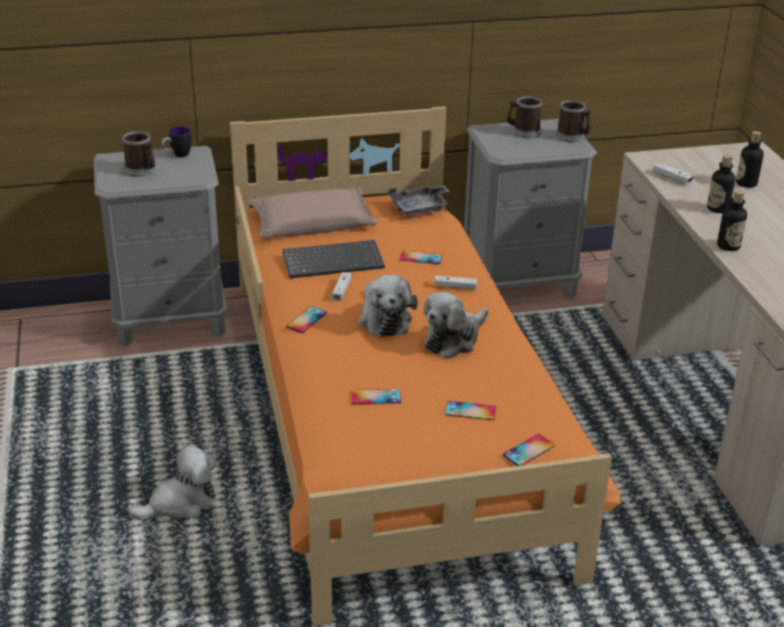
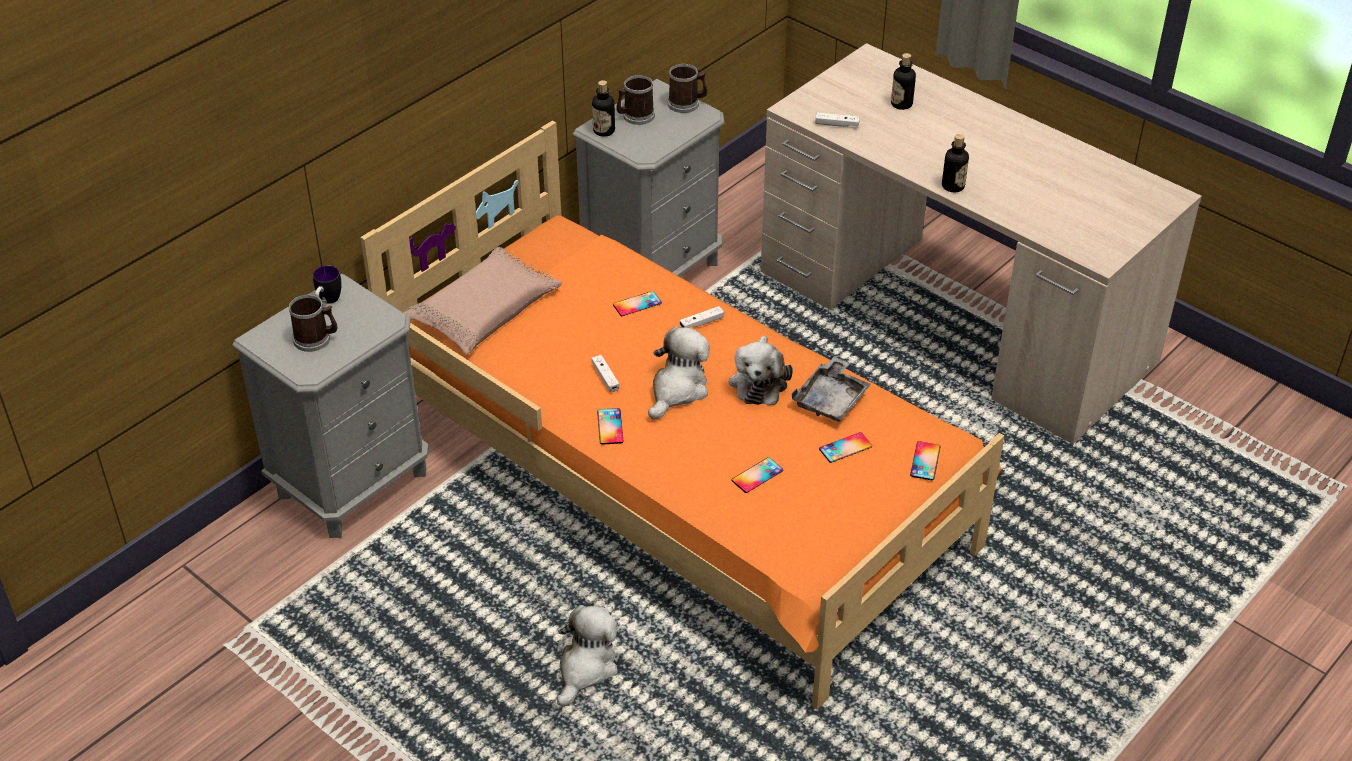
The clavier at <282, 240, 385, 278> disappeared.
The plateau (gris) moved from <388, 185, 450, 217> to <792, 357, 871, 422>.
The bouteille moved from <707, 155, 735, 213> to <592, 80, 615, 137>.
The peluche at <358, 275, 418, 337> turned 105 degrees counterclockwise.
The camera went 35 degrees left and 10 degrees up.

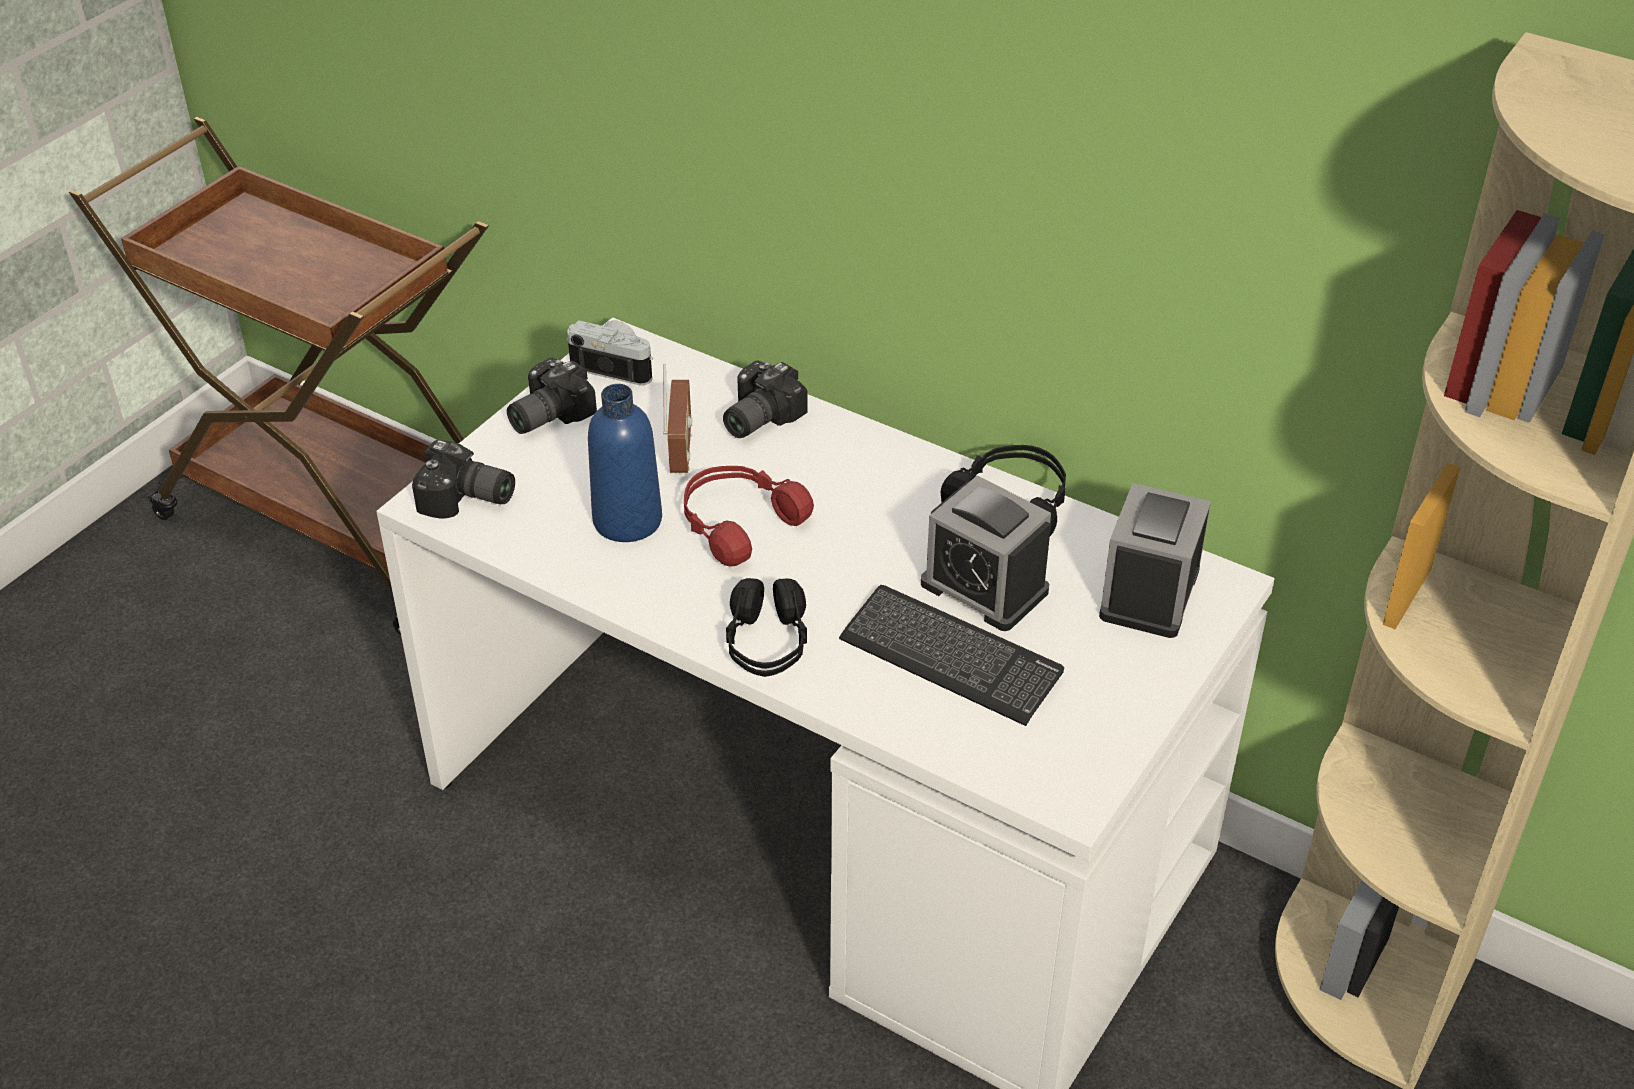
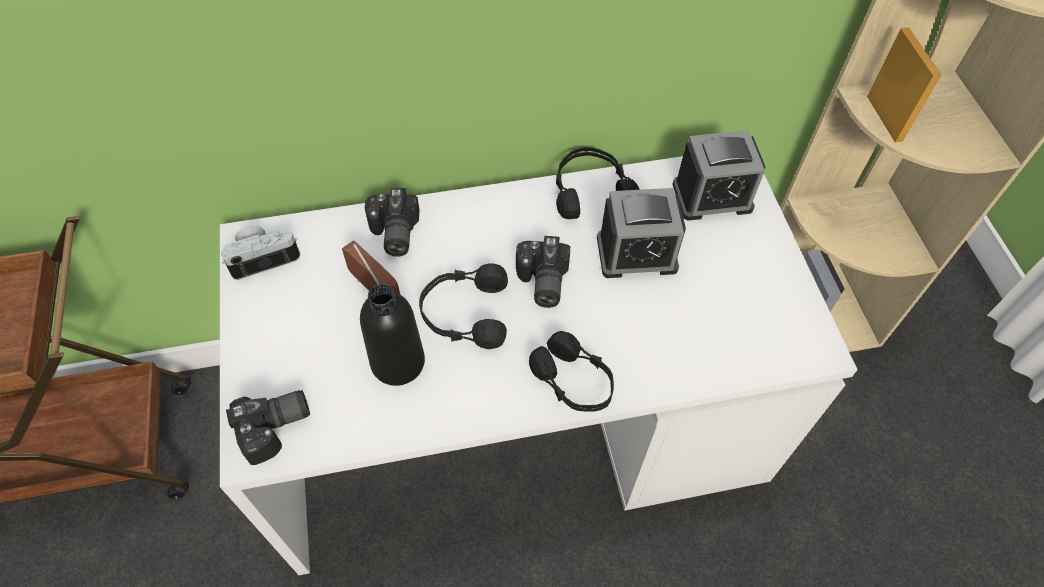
The clavier at <839, 585, 1064, 726> disappeared.
The appareil photo moved from <507, 358, 597, 434> to <516, 236, 570, 308>.
The bouteille (bleu) at <588, 384, 662, 542> became the bouteille (noir) at <360, 284, 425, 386>.
The casque audio (rouge) at <684, 466, 814, 566> became the casque audio (noir) at <419, 264, 508, 349>.
The réveil at <1099, 483, 1211, 638> turned 75 degrees counterclockwise.
The camera went 45 degrees left and 15 degrees up.

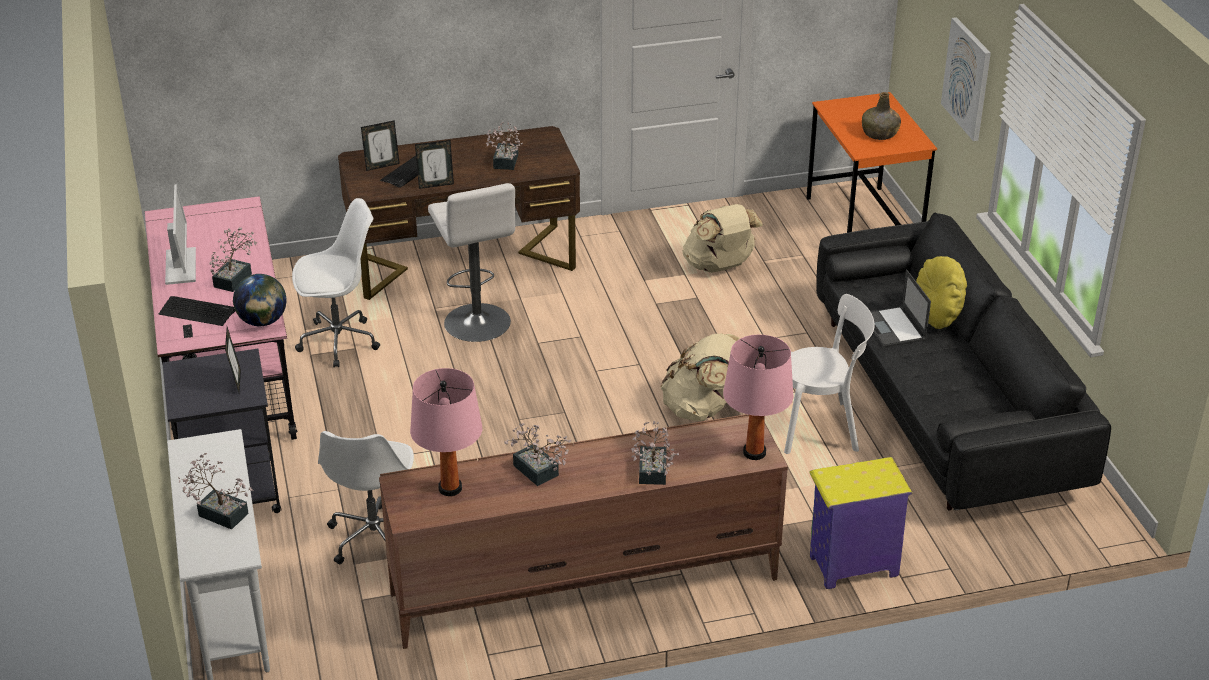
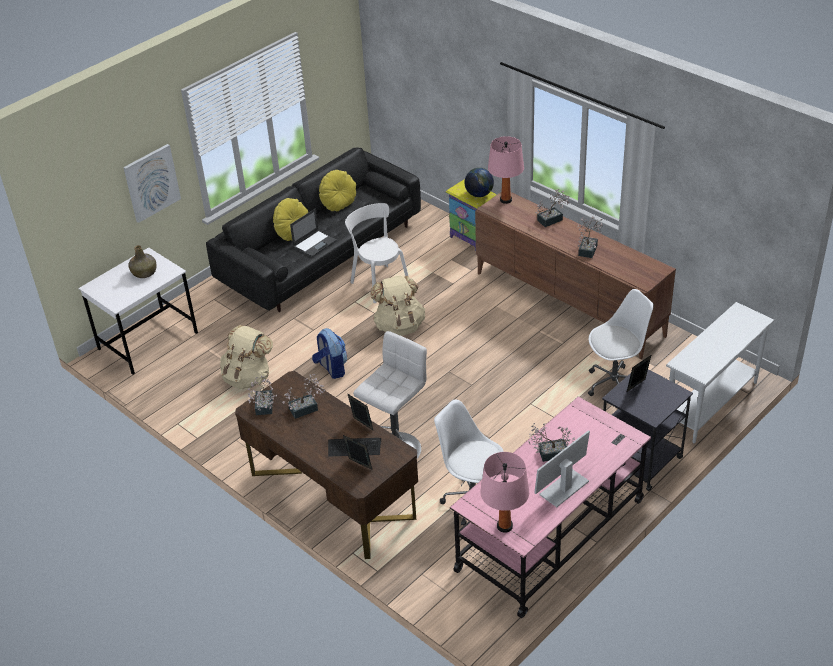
The clavier at <159, 296, 235, 326> disappeared.
The sac à dos at <312, 328, 347, 379> appeared.
The coussin (jaune) at <319, 170, 356, 211> appeared.
The plante en pot moved from <178, 453, 254, 530> to <248, 376, 277, 415>.
The globe moved from <233, 274, 287, 326> to <464, 168, 494, 197>.
The lampe de table (rose) moved from <410, 368, 482, 496> to <480, 452, 529, 533>.
The bureau (orange) at <806, 92, 937, 233> became the bureau (blanc) at <79, 247, 198, 375>.
The camera went 120 degrees left and 5 degrees up.

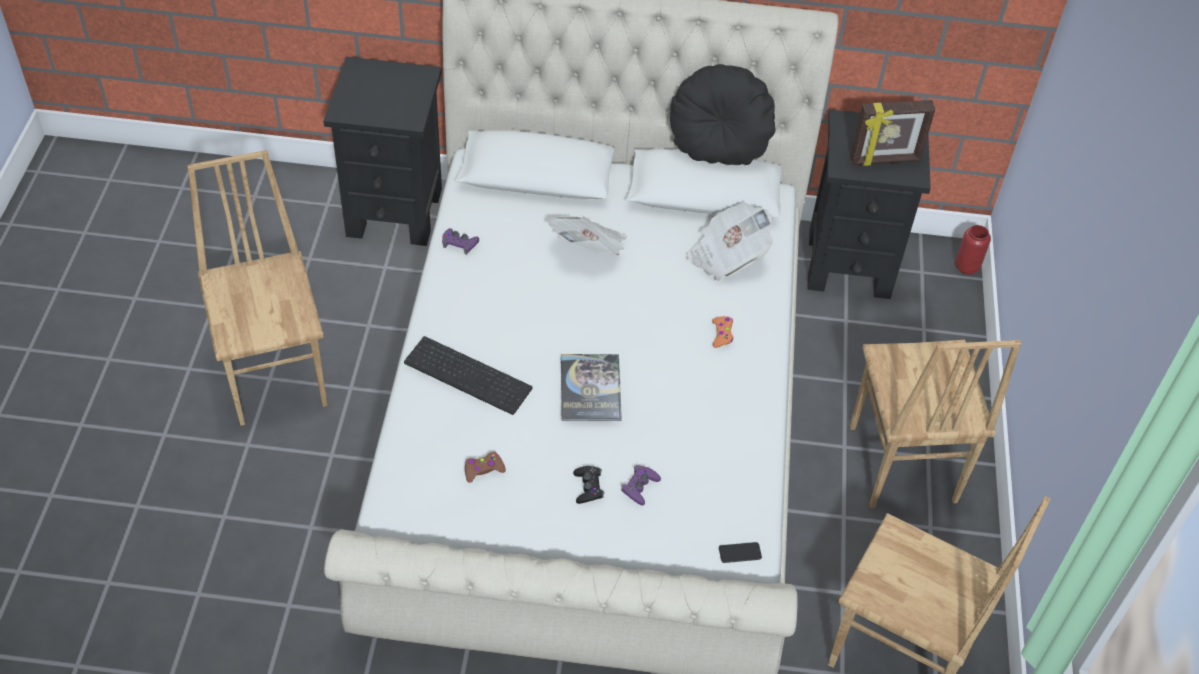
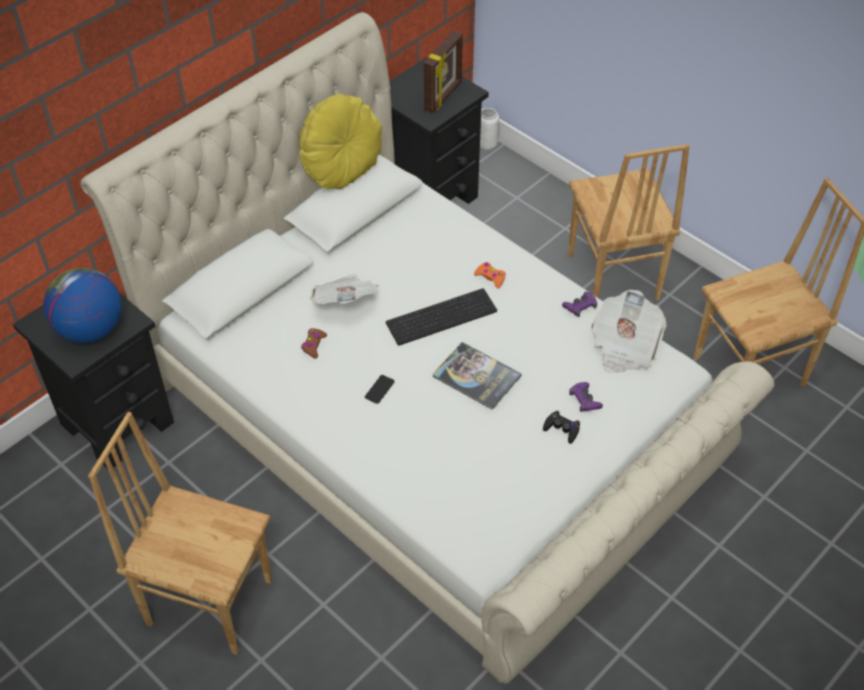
The globe at <43, 268, 122, 343> appeared.
The clavier moved from <404, 336, 533, 415> to <386, 288, 497, 346>.
The manette (violet) moved from <442, 228, 479, 255> to <562, 292, 597, 317>.
The manette (marron) moved from <465, 452, 506, 483> to <301, 328, 327, 359>.
The journal moved from <686, 202, 773, 281> to <592, 290, 667, 373>.
The téléphone moved from <719, 542, 762, 563> to <365, 375, 395, 404>.
The coussin (noir) at <670, 64, 776, 165> became the coussin (jaune) at <299, 94, 382, 189>.
The vase (rouge) at <955, 225, 991, 275> became the vase (blanc) at <480, 108, 499, 150>.
The chaise (marron) at <850, 340, 1021, 508> turned 45 degrees clockwise.
The camera went 50 degrees left and 0 degrees up.

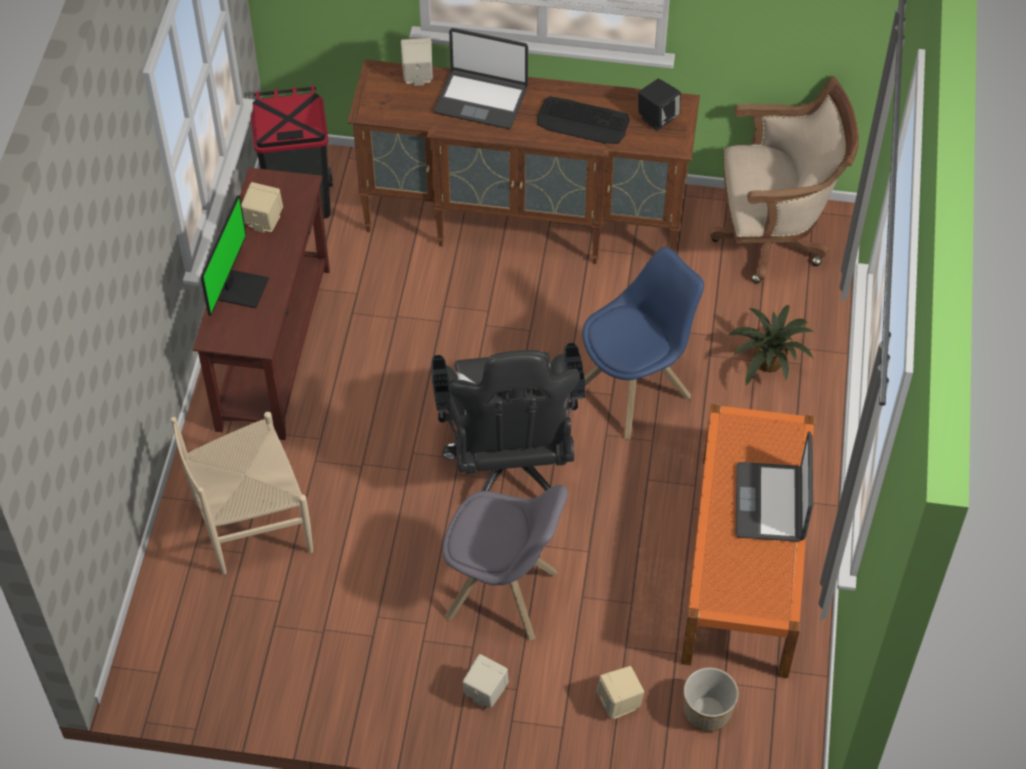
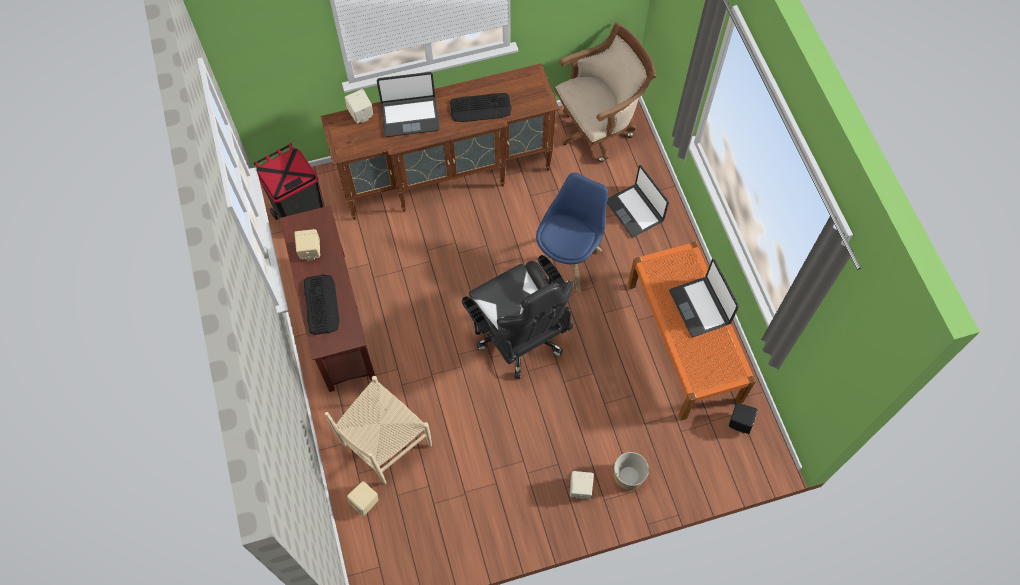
The chaise (gris) at <442, 485, 568, 641> disappeared.
The enceinte (beige) moved from <597, 666, 644, 719> to <347, 481, 378, 516>.
The enceinte (noir) moved from <638, 78, 681, 131> to <729, 403, 757, 434>.
The cache-pot moved from <684, 667, 738, 732> to <614, 452, 649, 490>.
The écran d'ordinateur at <201, 195, 269, 316> was replaced by the clavier at <304, 275, 340, 335>.
The plante en pot at <728, 305, 814, 386> was replaced by the ordinateur portable at <607, 165, 669, 238>.
The camera went 25 degrees left and 10 degrees up.

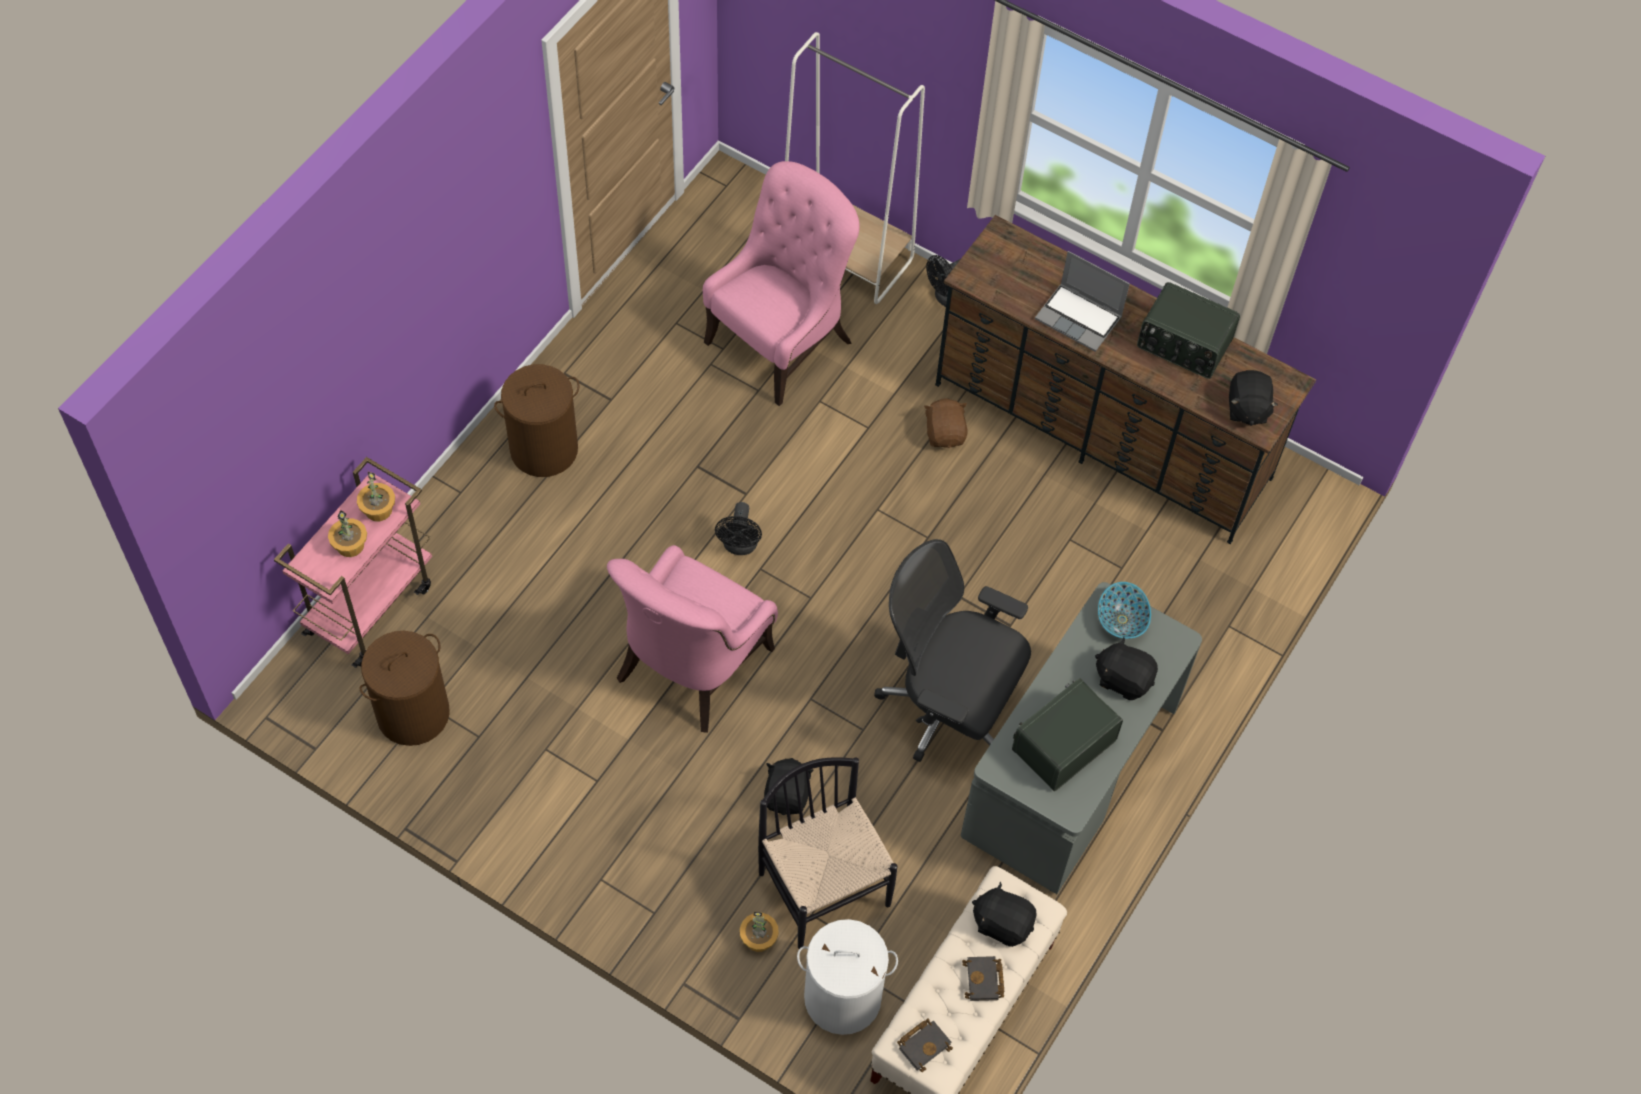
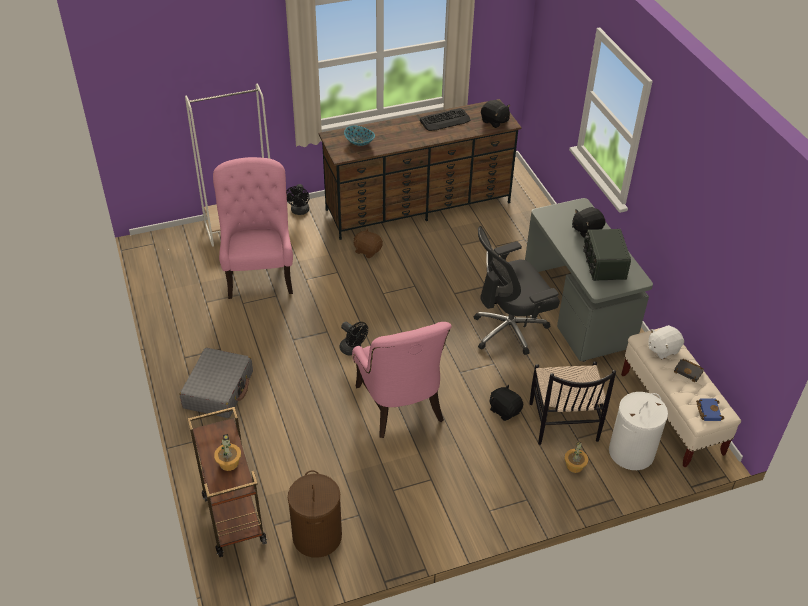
The plante en pot at <357, 472, 395, 521> disappeared.
The ordinateur portable at <1035, 251, 1130, 352> disappeared.
The bol moved from <1098, 582, 1151, 639> to <344, 126, 375, 146>.
The panier à linge (marron) at <494, 364, 579, 477> was replaced by the valise (gris) at <179, 348, 253, 418>.
The radio at <1137, 282, 1240, 379> was replaced by the clavier at <420, 108, 470, 131>.
The chariot (rose) at <274, 457, 432, 668> became the chariot (marron) at <188, 407, 267, 557>.
The livre (noir) at <897, 1018, 953, 1073> became the livre (bleu) at <696, 399, 724, 421>.
The peluche (noir) at <972, 882, 1037, 947> became the peluche (blanc) at <648, 325, 684, 359>.
The chaise (noir) at <758, 757, 897, 949> turned 105 degrees counterclockwise.
The camera went 50 degrees left and 15 degrees down.

